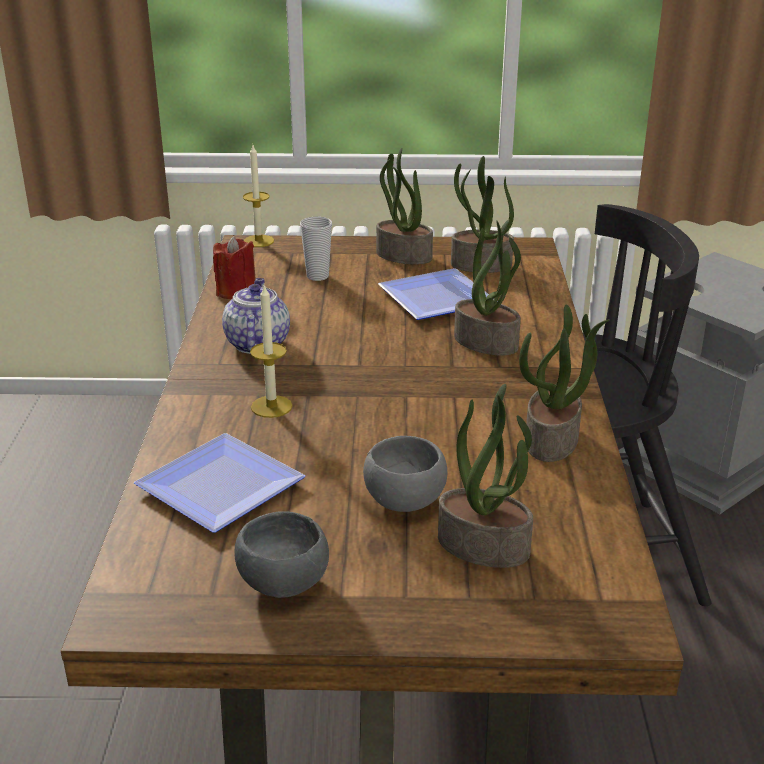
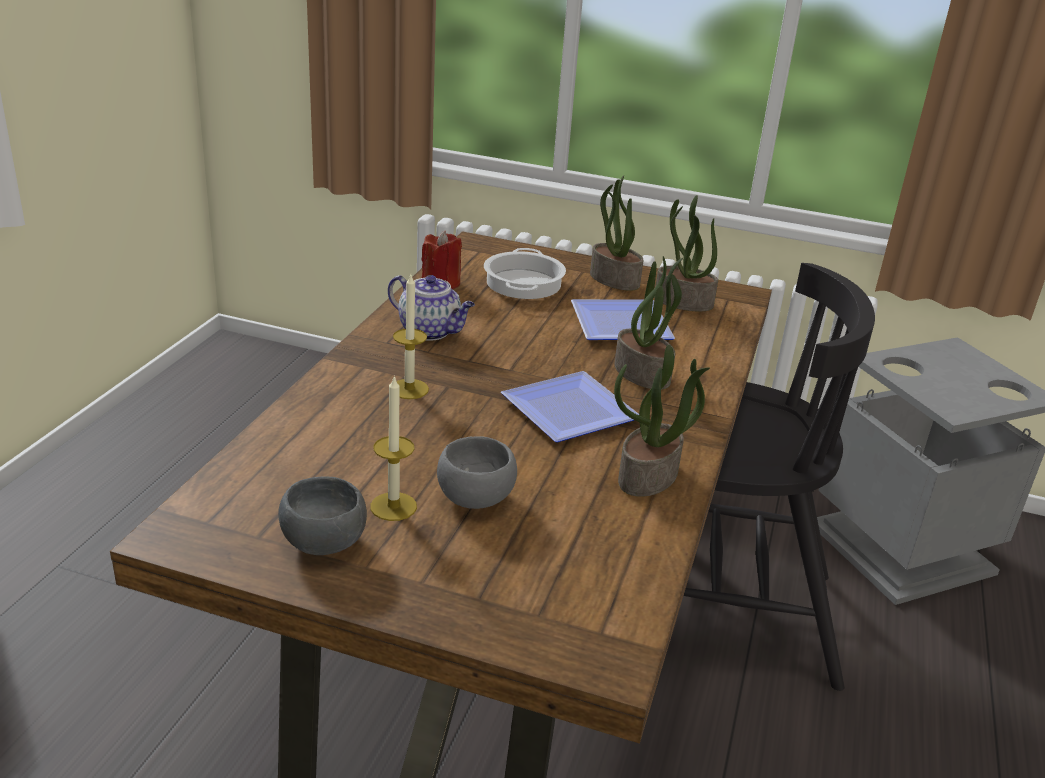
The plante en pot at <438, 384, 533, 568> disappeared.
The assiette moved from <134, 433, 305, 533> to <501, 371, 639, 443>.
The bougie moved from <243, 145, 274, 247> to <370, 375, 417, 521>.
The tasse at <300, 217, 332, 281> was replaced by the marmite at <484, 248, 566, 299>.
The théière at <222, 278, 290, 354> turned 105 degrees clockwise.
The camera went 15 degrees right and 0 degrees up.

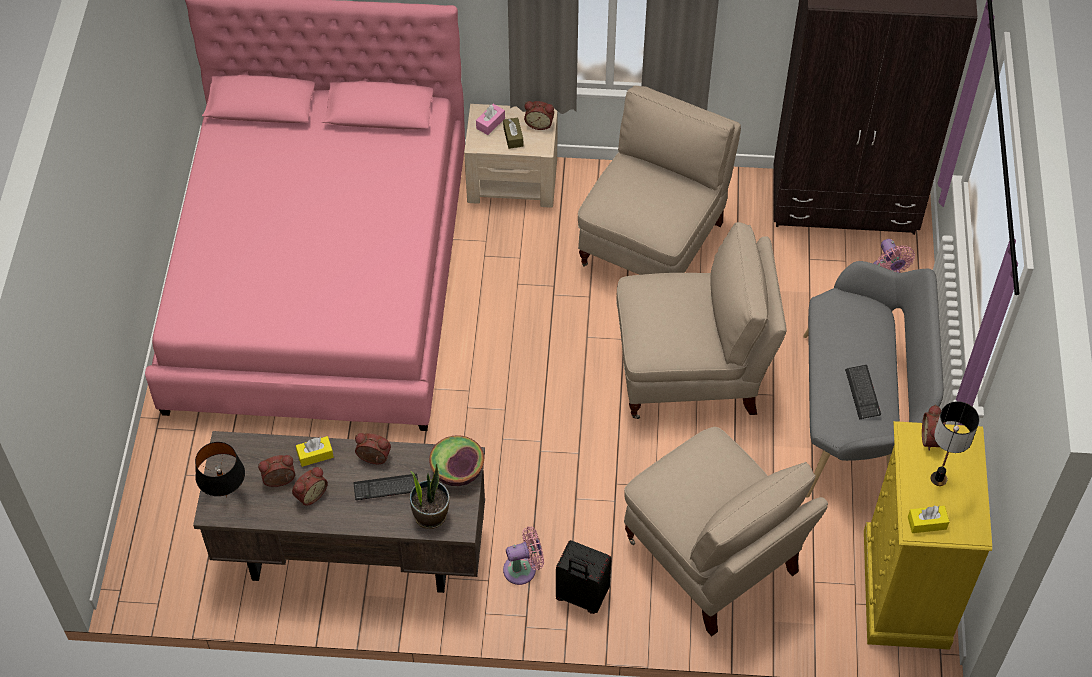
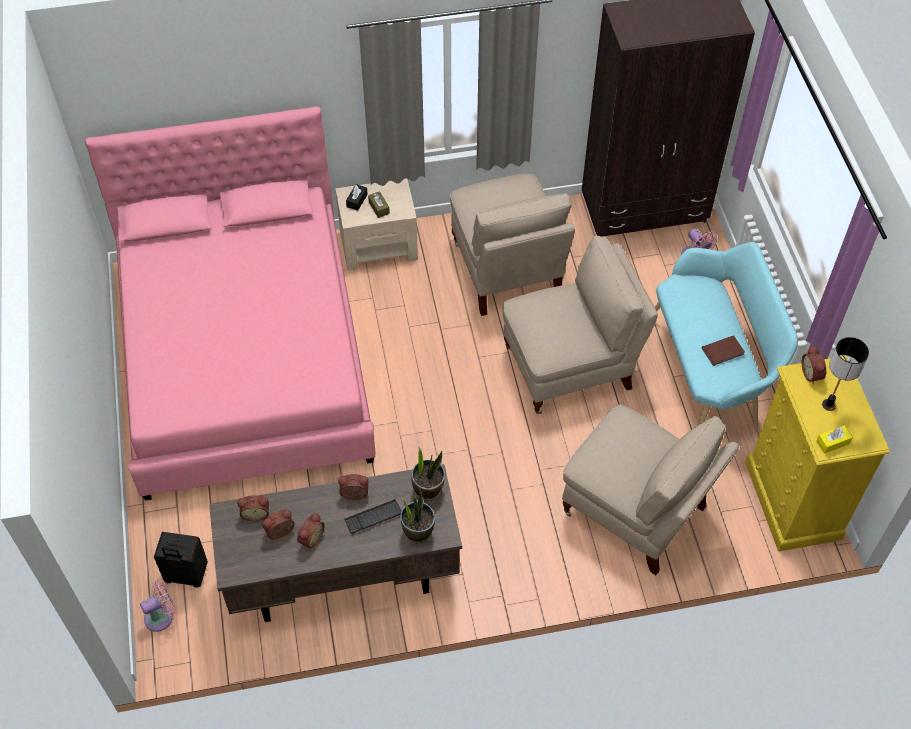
The lampe de table (noir) at <195, 442, 245, 497> disappeared.
The boîte à mouchoirs (jaune) at <296, 436, 334, 467> disappeared.
The ventilateur (rose) moved from <503, 526, 544, 585> to <140, 580, 176, 632>.
The réveil moved from <524, 101, 554, 130> to <237, 495, 269, 521>.
The valise (noir) moved from <556, 540, 612, 614> to <154, 532, 208, 588>.
The bol at <429, 435, 484, 486> was replaced by the plante en pot at <412, 446, 445, 501>.
The clavier at <845, 365, 881, 420> was replaced by the livre (marron) at <702, 335, 745, 366>.
The boîte à mouchoirs (rose) at <476, 104, 505, 135> became the boîte à mouchoirs (noir) at <346, 184, 368, 211>.
The banc (gris) at <803, 261, 944, 498> became the banc (turquoise) at <655, 242, 798, 429>.
The chaise (beige) at <578, 86, 741, 275> turned 150 degrees clockwise.
The camera went 15 degrees left and 0 degrees up.

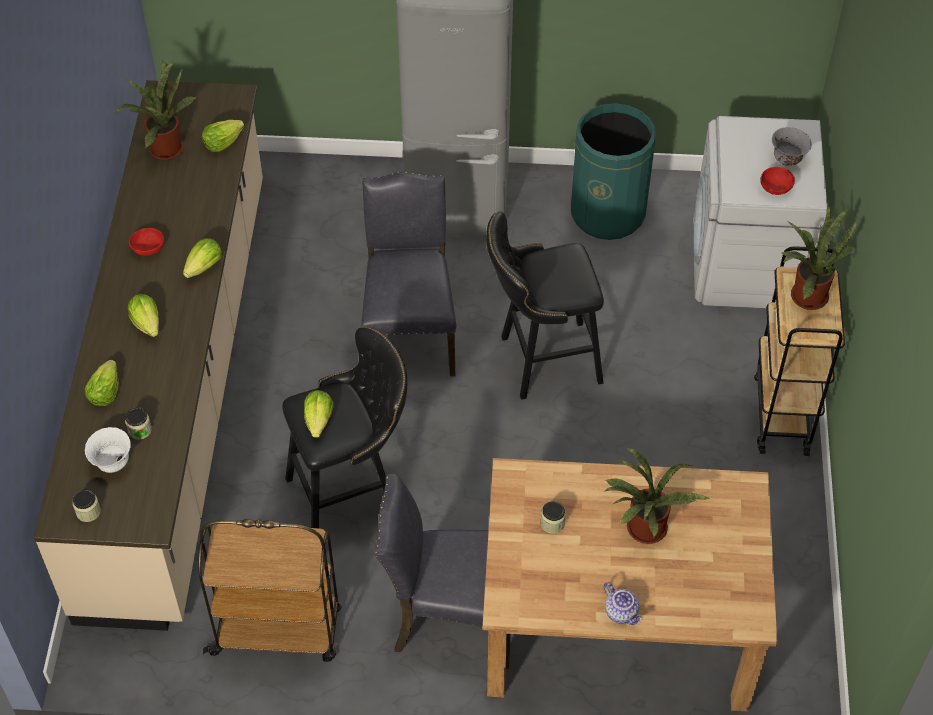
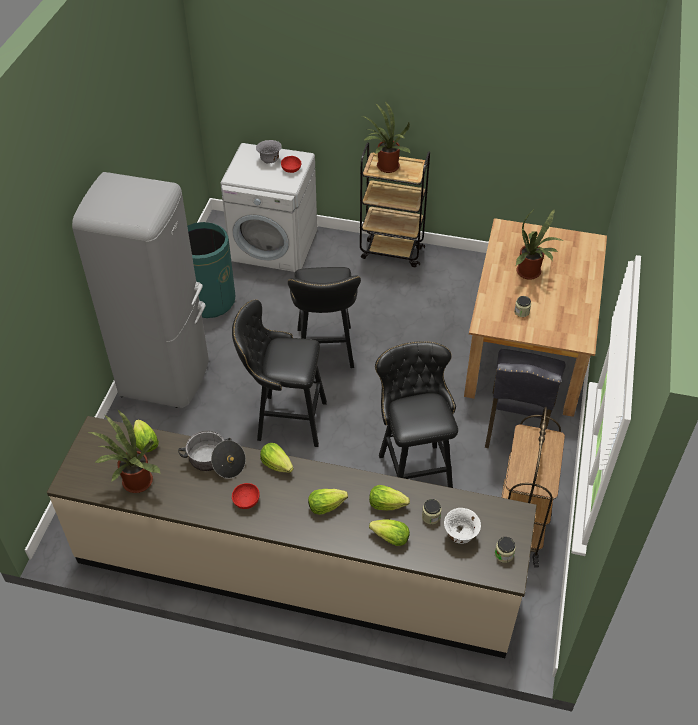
The théière at <604, 582, 642, 625> disappeared.
The marmite at <178, 431, 246, 478> appeared.
The laitue moved from <304, 390, 334, 438> to <369, 485, 410, 510>.
The chaise (gris) at <361, 172, 456, 377> was replaced by the tabouret (noir) at <232, 299, 327, 447>.
The camera went 80 degrees left and 5 degrees down.

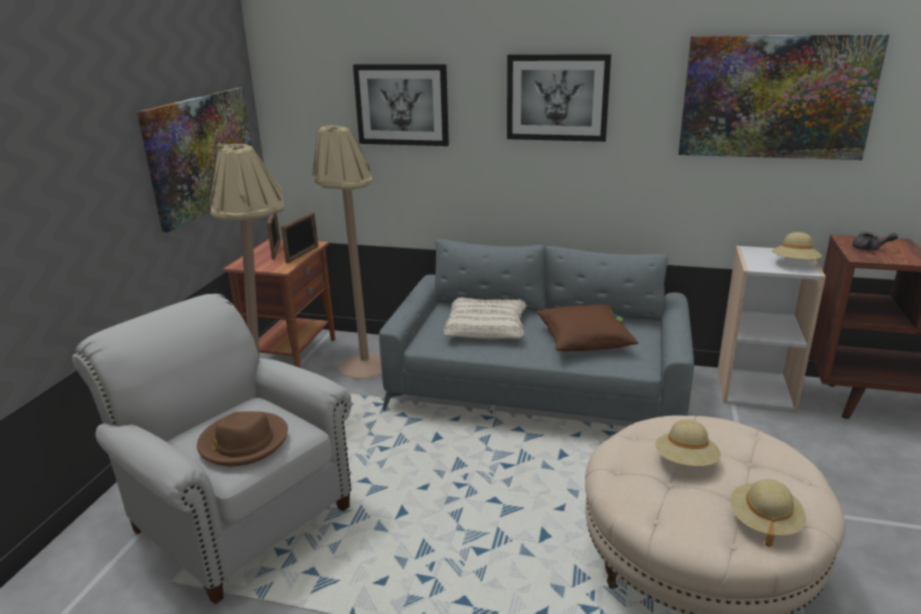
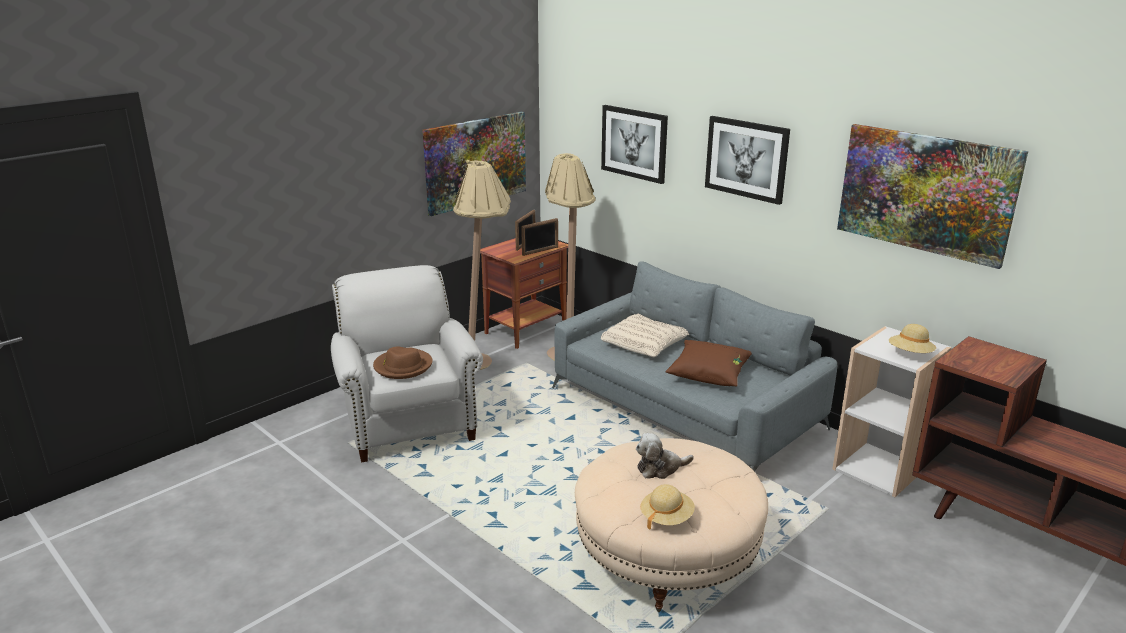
The théière (gris) at <852, 232, 898, 251> disappeared.
The chapeau (beige) at <655, 420, 721, 466> was replaced by the peluche at <636, 433, 694, 479>.
The camera went 30 degrees right and 0 degrees up.

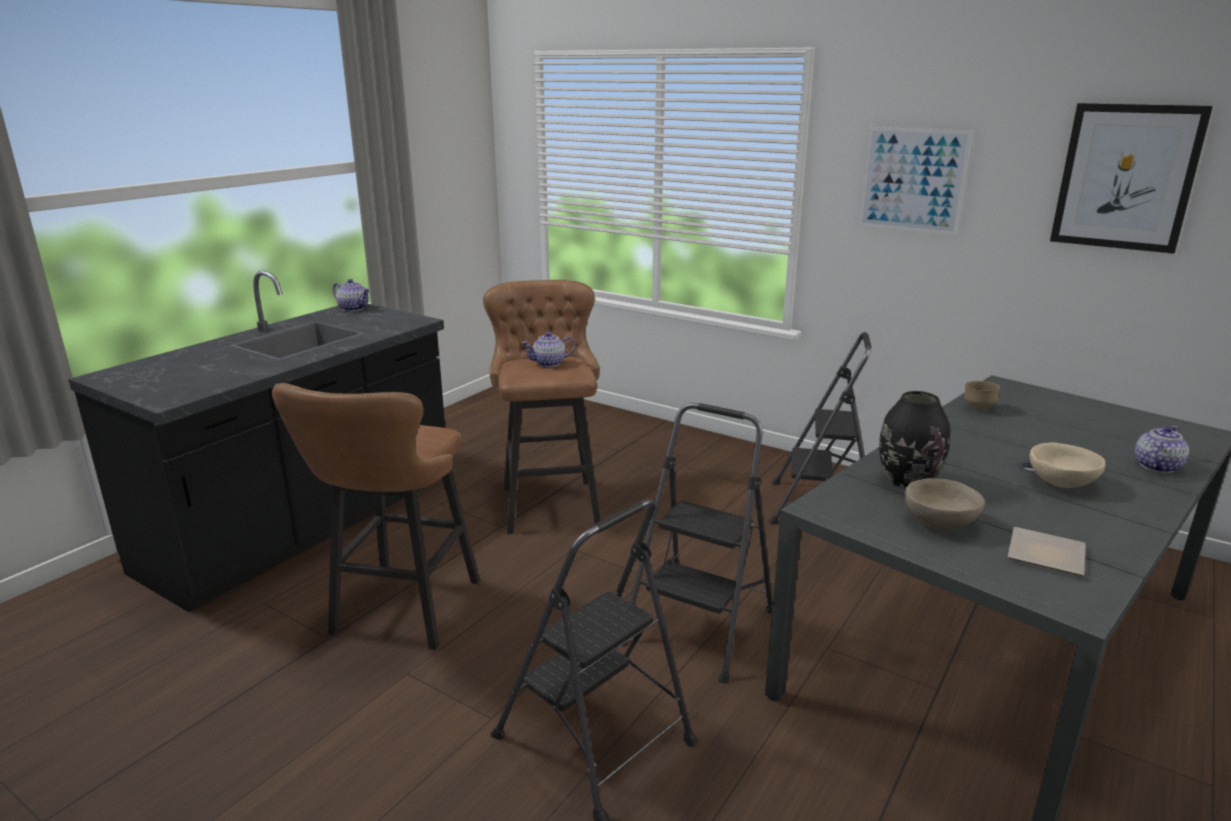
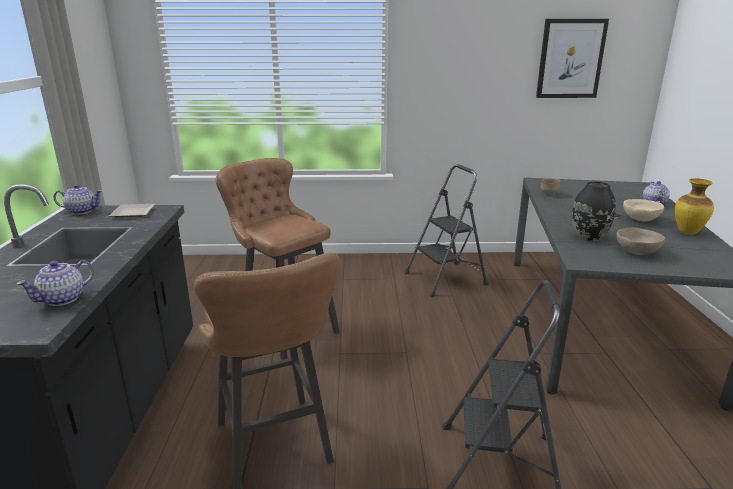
The escabeau (noir) at <622, 403, 773, 684> disappeared.
The tableau at <859, 127, 973, 235> disappeared.
The vase at <675, 178, 714, 235> appeared.
The théière moved from <521, 332, 575, 367> to <16, 260, 94, 306>.
The assiette moved from <1008, 527, 1086, 576> to <109, 204, 155, 217>.
The camera went 35 degrees left and 0 degrees up.

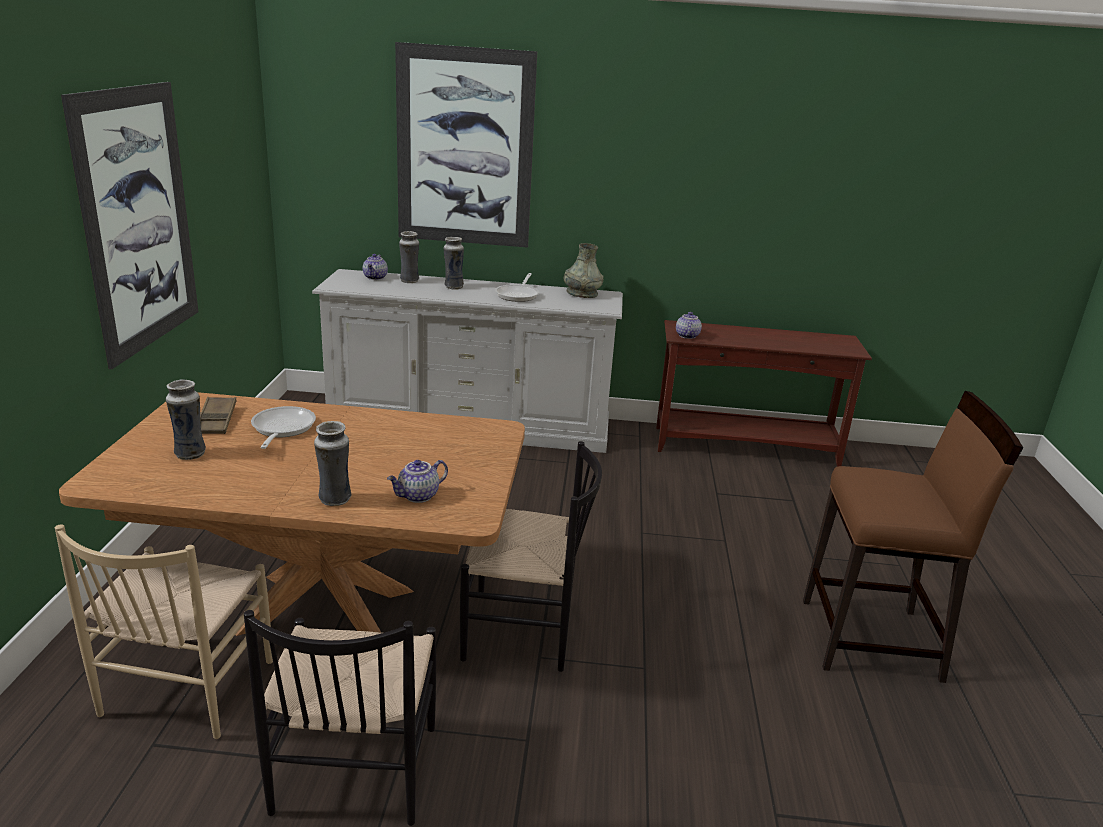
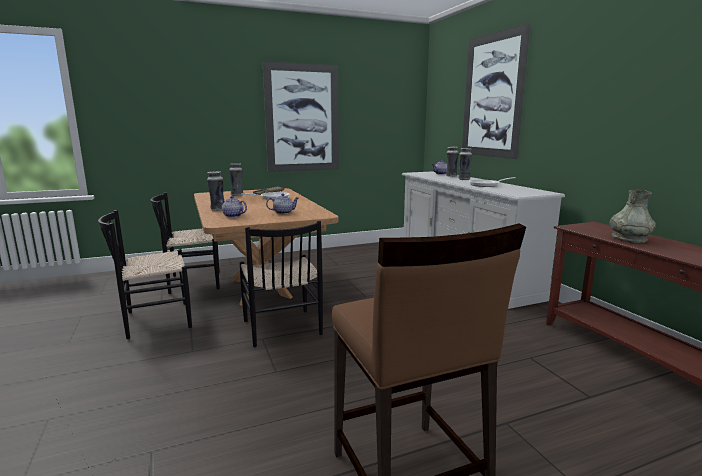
The vase (gris) moved from <564, 243, 603, 298> to <609, 190, 656, 243>.
The théière moved from <676, 312, 702, 339> to <266, 193, 299, 214>.
The chaise (beige) at <55, 524, 273, 739> became the chaise (noir) at <150, 193, 220, 294>.
The camera went 65 degrees right and 10 degrees down.

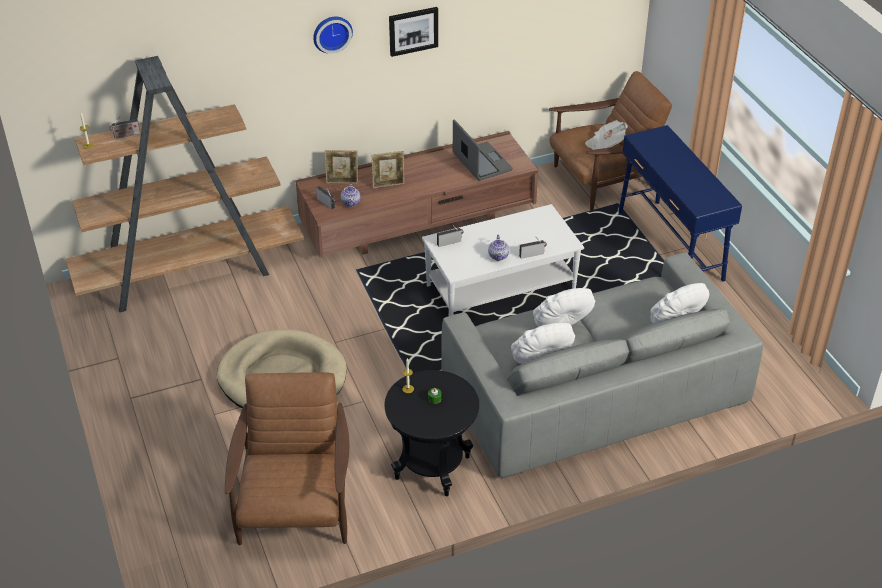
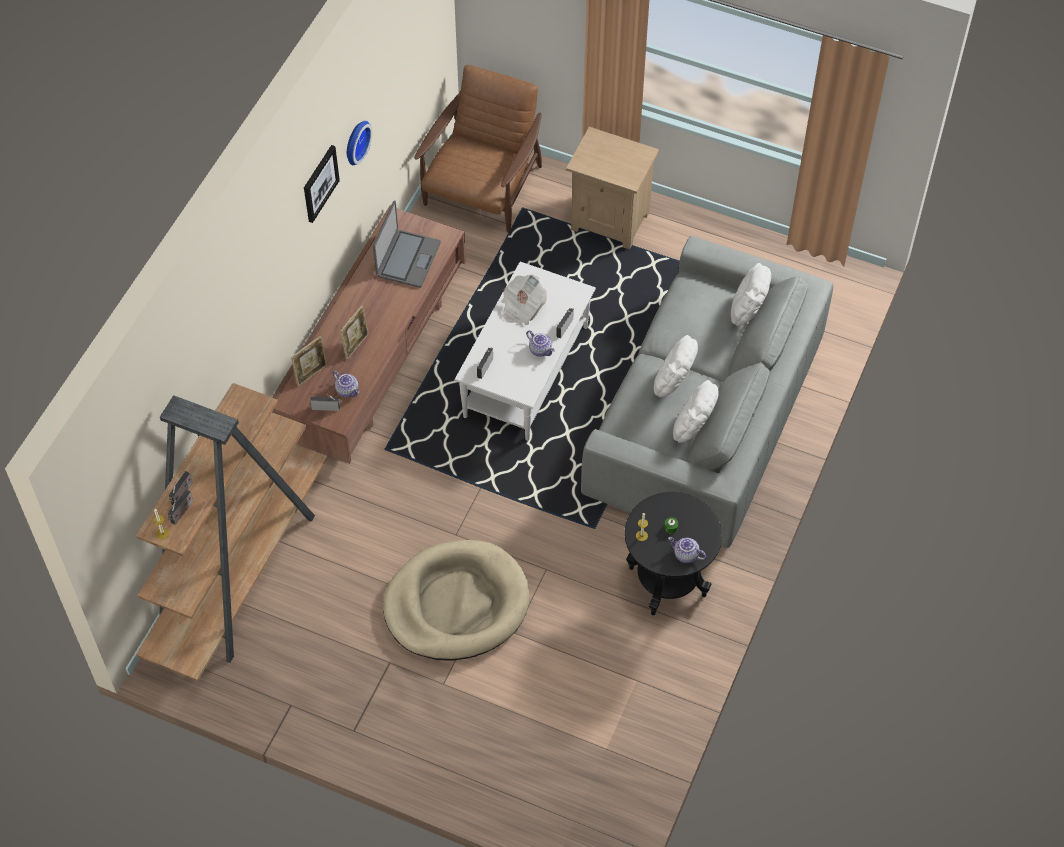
The fauteuil (marron) at <225, 372, 349, 545> disappeared.
The radio at <168, 490, 193, 525> appeared.
The théière at <668, 537, 706, 563> appeared.
The horloge murale moved from <313, 17, 353, 54> to <347, 121, 373, 165>.
The journal moved from <585, 120, 628, 150> to <501, 275, 547, 325>.
The table console (bleu) at <618, 125, 742, 281> was replaced by the table de chevet (beige) at <566, 127, 659, 250>.
The ordinateur portable at <453, 120, 513, 181> turned 90 degrees clockwise.
The camera went 45 degrees left and 15 degrees up.

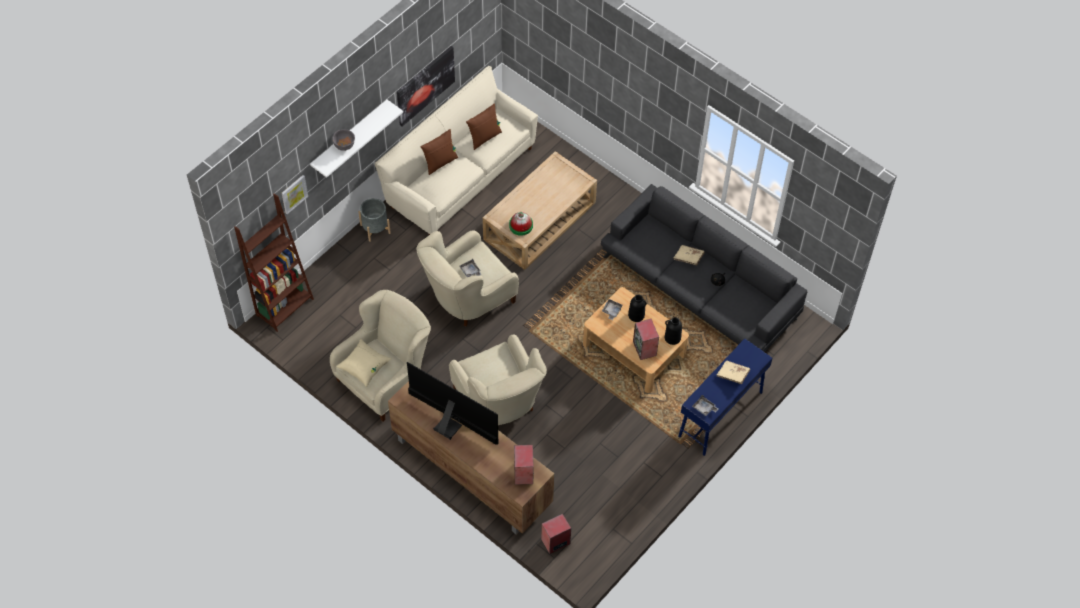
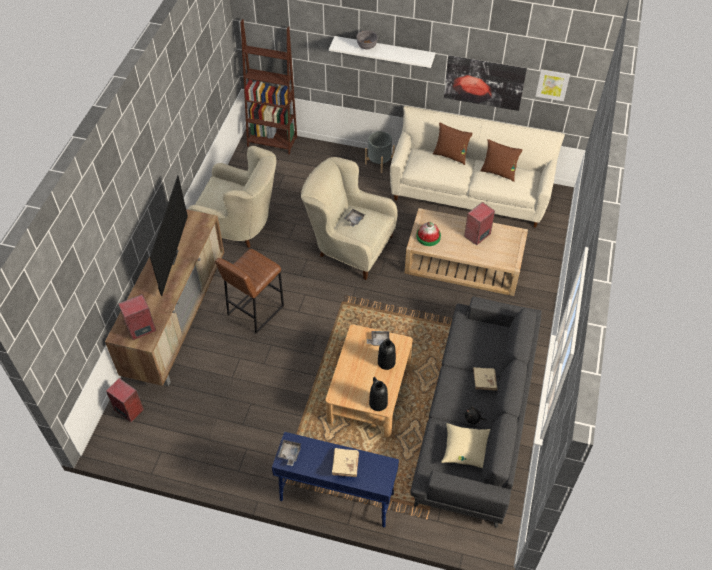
The tableau moved from <282, 175, 308, 214> to <535, 69, 570, 101>.
The coussin (beige) moved from <336, 339, 391, 387> to <441, 423, 491, 468>.
The enceinte moved from <633, 319, 659, 360> to <464, 202, 495, 245>.
The fauteuil (beige) at <449, 335, 547, 425> was replaced by the tabouret (marron) at <215, 249, 284, 334>.
The camera went 65 degrees right and 5 degrees down.

